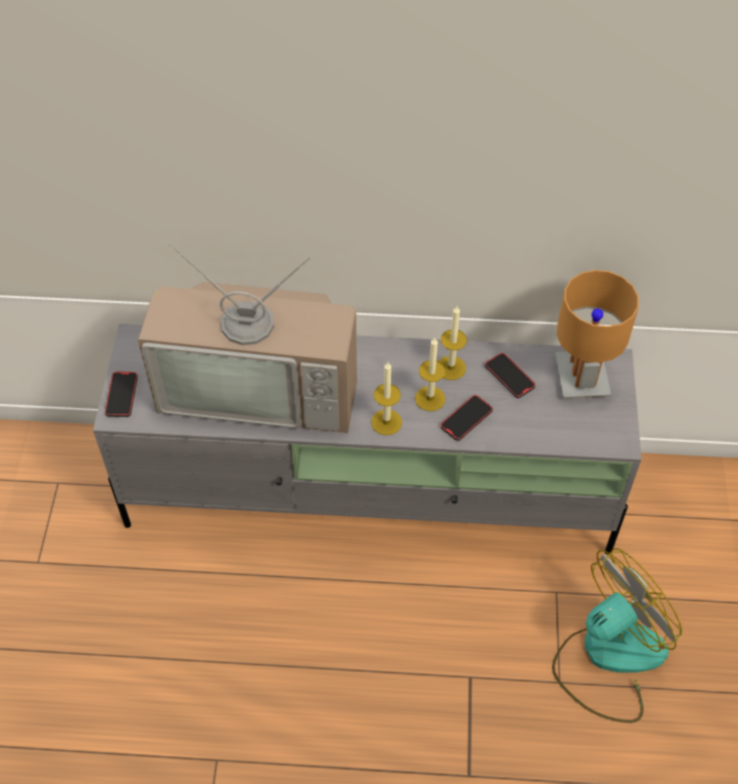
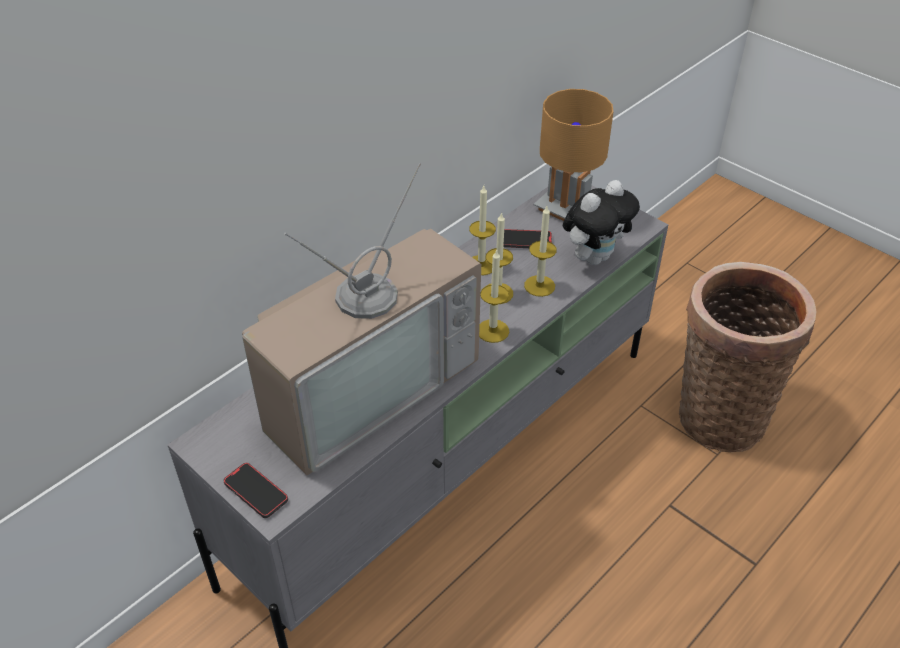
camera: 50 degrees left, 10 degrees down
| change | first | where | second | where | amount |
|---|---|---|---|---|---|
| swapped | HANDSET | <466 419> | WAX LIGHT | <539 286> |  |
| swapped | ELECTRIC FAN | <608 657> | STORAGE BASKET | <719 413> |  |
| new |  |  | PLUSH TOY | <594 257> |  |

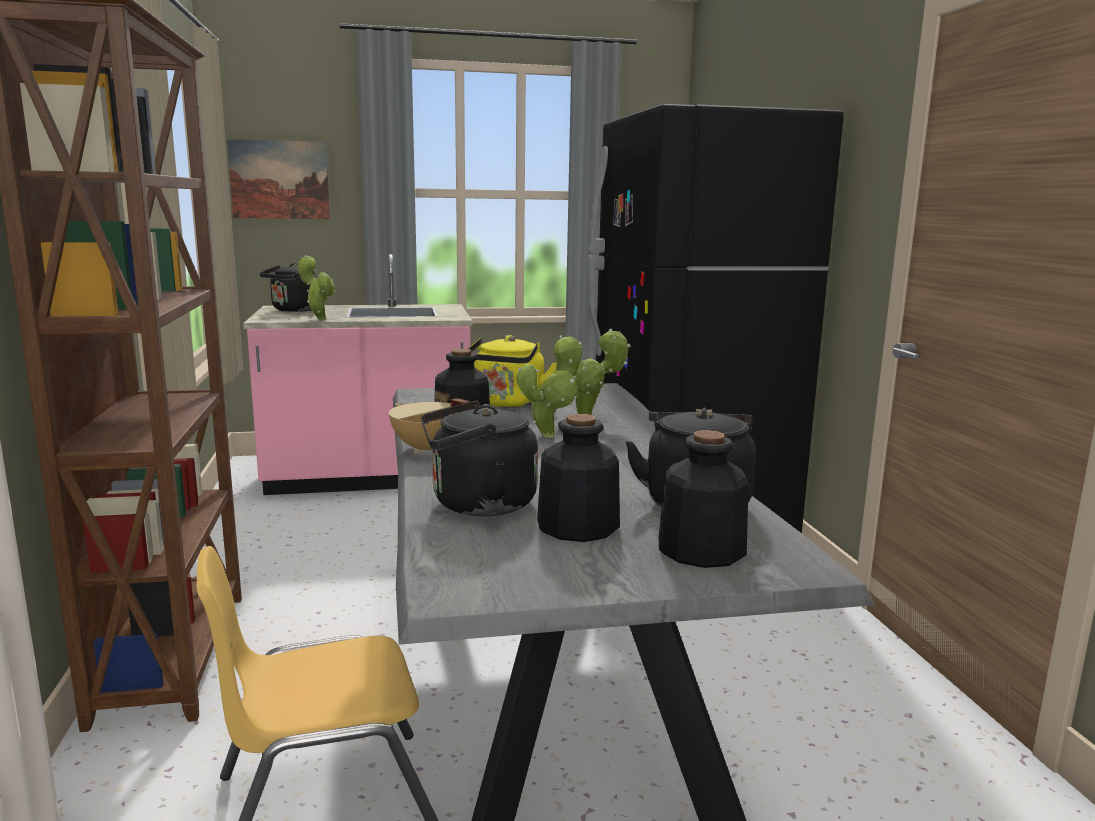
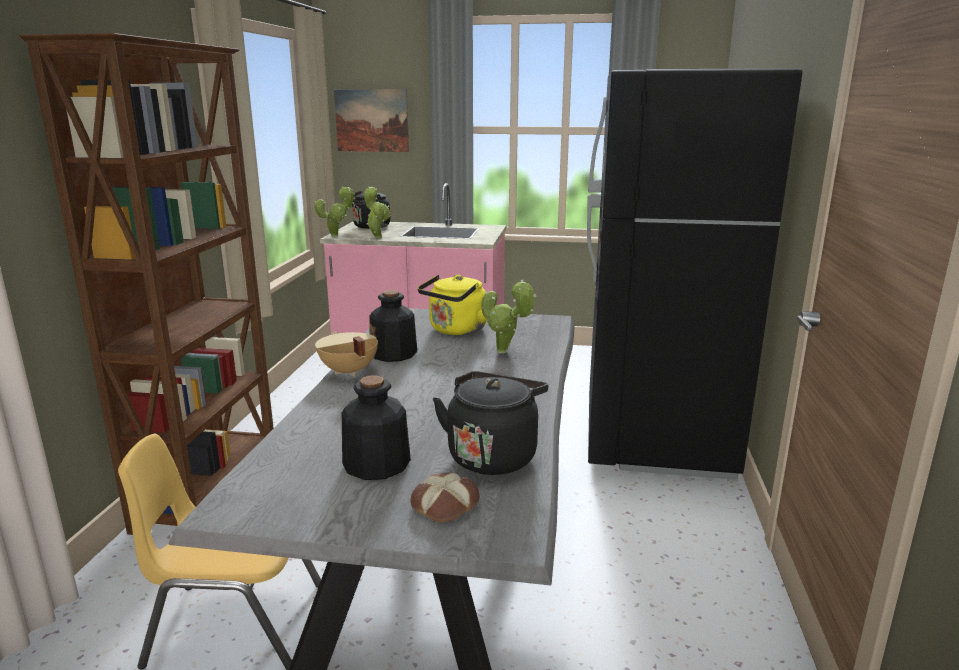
camera: 20 degrees right, 5 degrees up
| change | first | where | second | where | amount |
|---|---|---|---|---|---|
| gone | BLACK KETTLE | <477 505> |  |  |  |
| shifted | HOUSEPLANT | <551 434> |  | <337 236> |  |
| swapped | DRINK BOTTLE | <700 550> | BAKED BREAD | <444 504> |  |

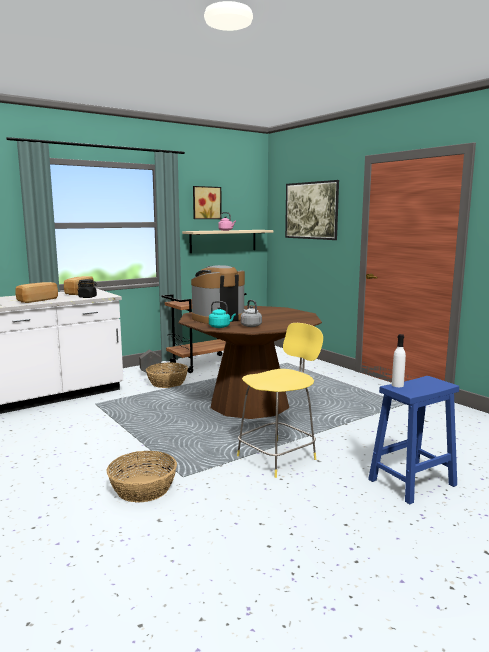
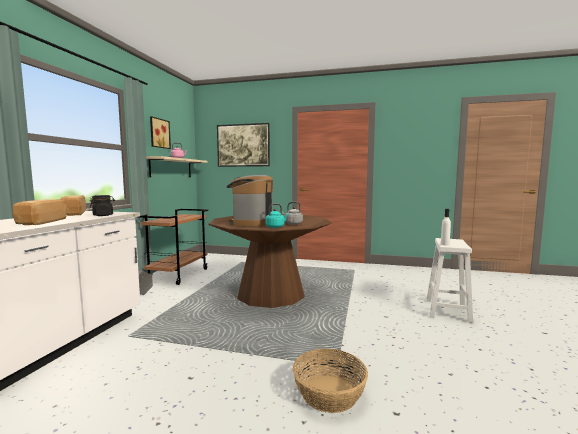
camera: 40 degrees left, 5 degrees down
| change | first | where | second | where | amount |
|---|---|---|---|---|---|
| gone | STORAGE BASKET | <167 383> |  |  |  |
| gone | YELLOW SITTING STOOL | <278 457> |  |  |  |
| repainted | BLUISH SITTING STOOL | <411 483> | WHITISH SITTING STOOL | <448 311> |  |

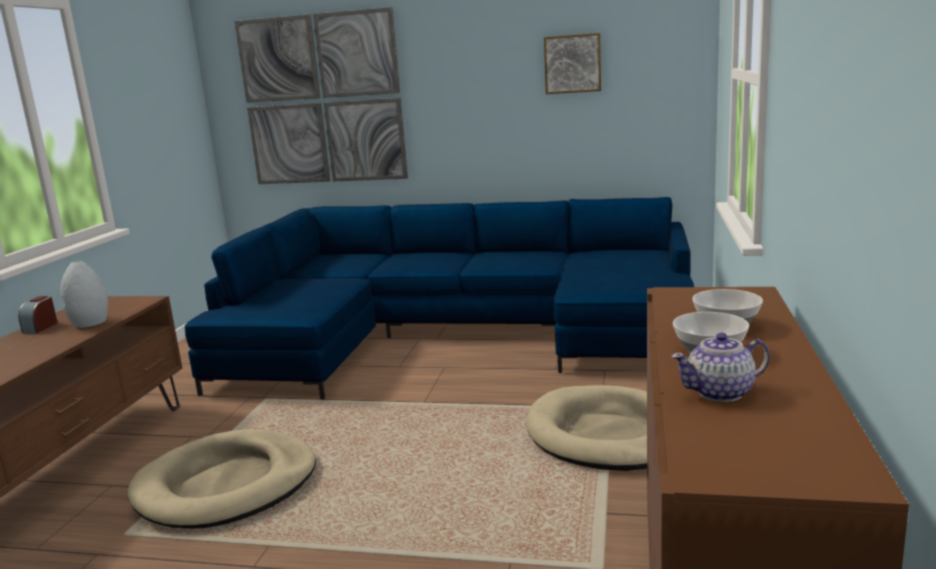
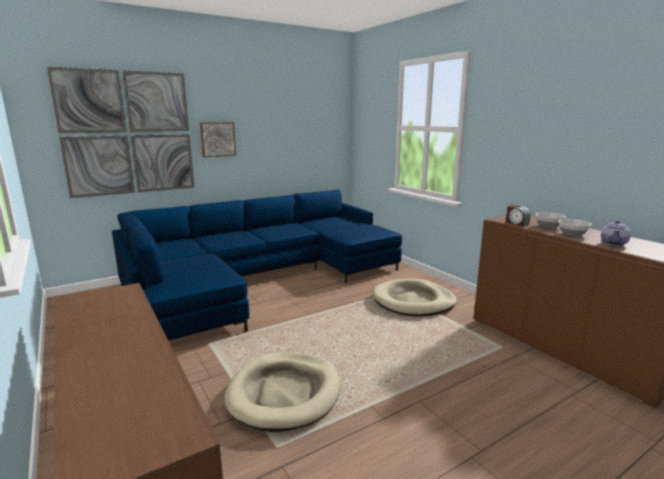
camera: 45 degrees left, 0 degrees up
| change | first | where | second | where | amount |
|---|---|---|---|---|---|
| shifted | ALARM CLOCK | <40 327> |  | <516 223> |  |
| gone | GREYISH VASE | <88 323> |  |  |  |
| shifted | PICTURE | <572 64> |  | <217 139> |  |

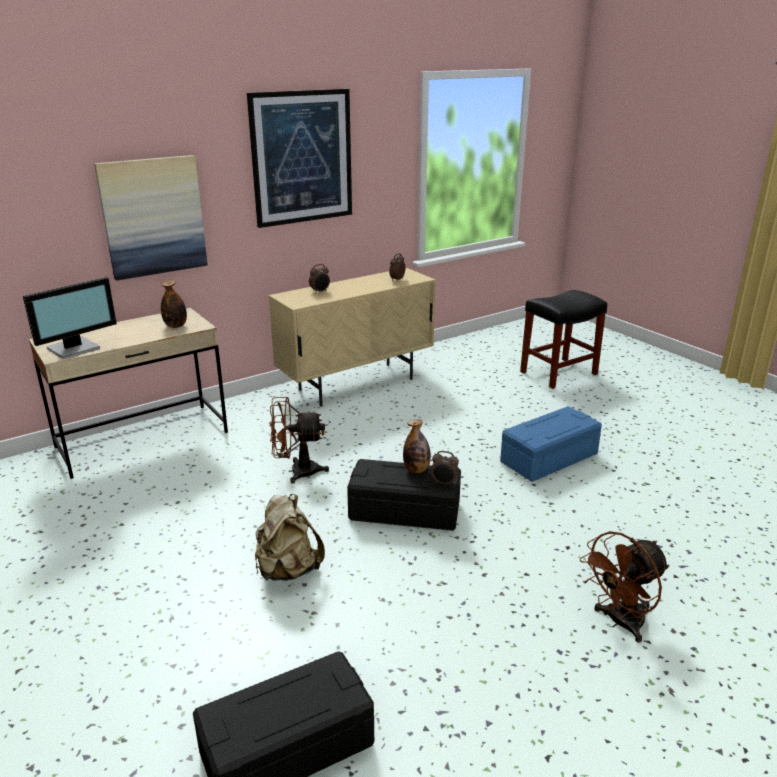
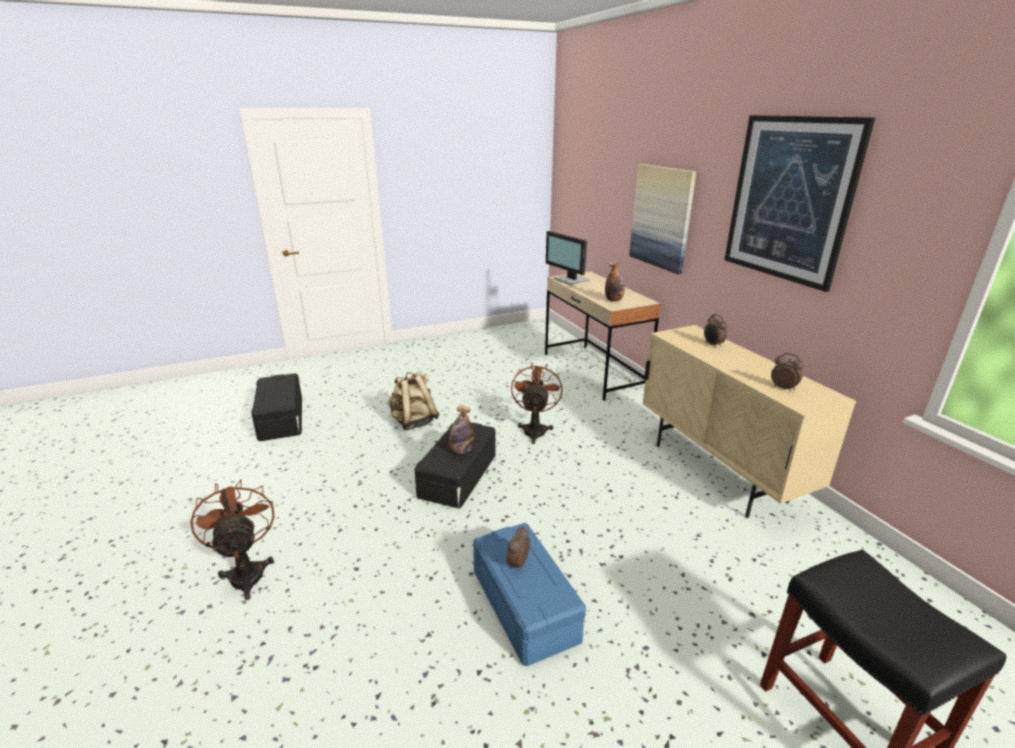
camera: 100 degrees right, 0 degrees up
| change | first | where | second | where | amount |
|---|---|---|---|---|---|
| shifted | ALARM CLOCK | <444 483> |  | <517 563> |  |

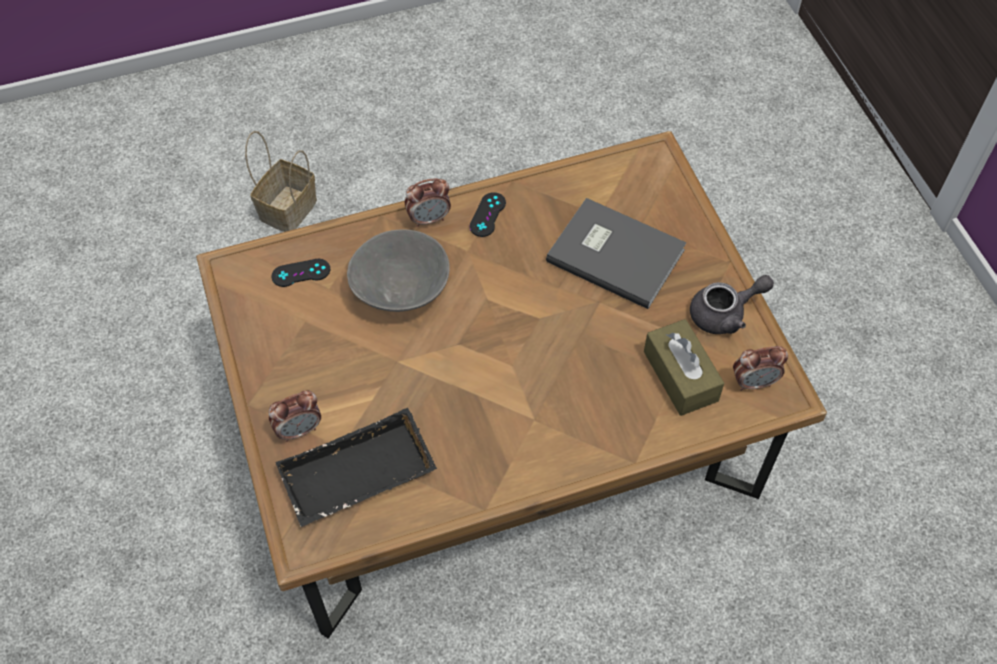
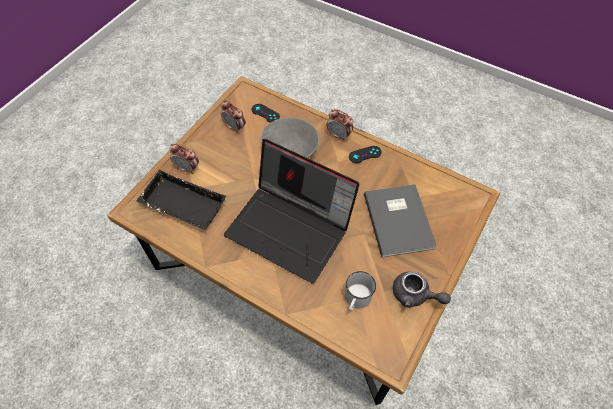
camera: 50 degrees right, 0 degrees up
| change | first | where | second | where | amount |
|---|---|---|---|---|---|
| gone | STORAGE BASKET | <288 211> |  |  |  |
| swapped | BROWNISH TISSUE BOX | <680 376> | WHITISH MUG | <356 300> |  |
| shifted | ALARM CLOCK | <754 382> |  | <235 127> |  |
| new |  |  | NOTEBOOK COMPUTER | <291 228> |  |

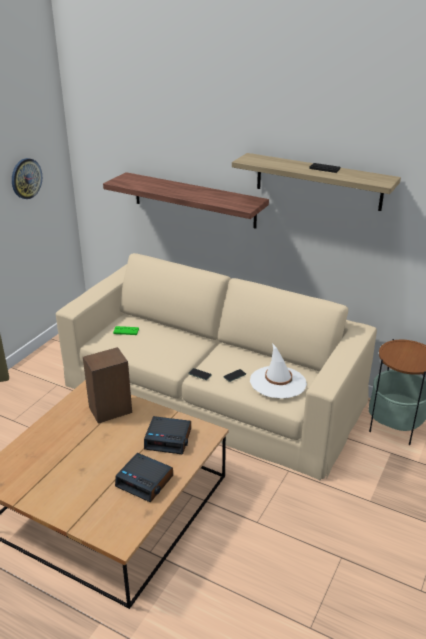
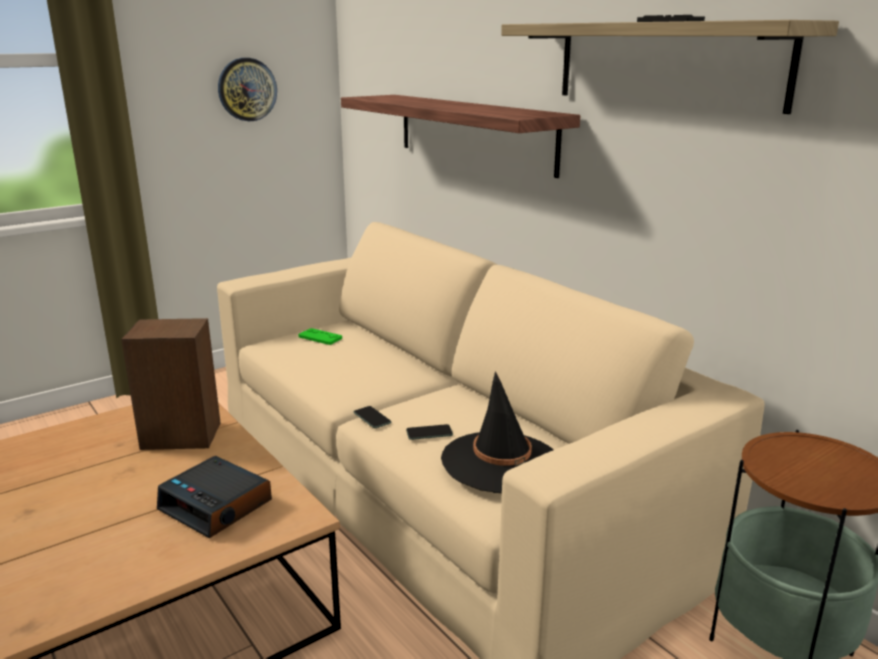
camera: 25 degrees right, 10 degrees down
| change | first | where | second | where | amount |
|---|---|---|---|---|---|
| gone | ALARM CLOCK | <145 481> |  |  |  |
| repainted | WHITISH WEARABLE HAT | <278 382> | BLACK WEARABLE HAT | <501 462> |  |

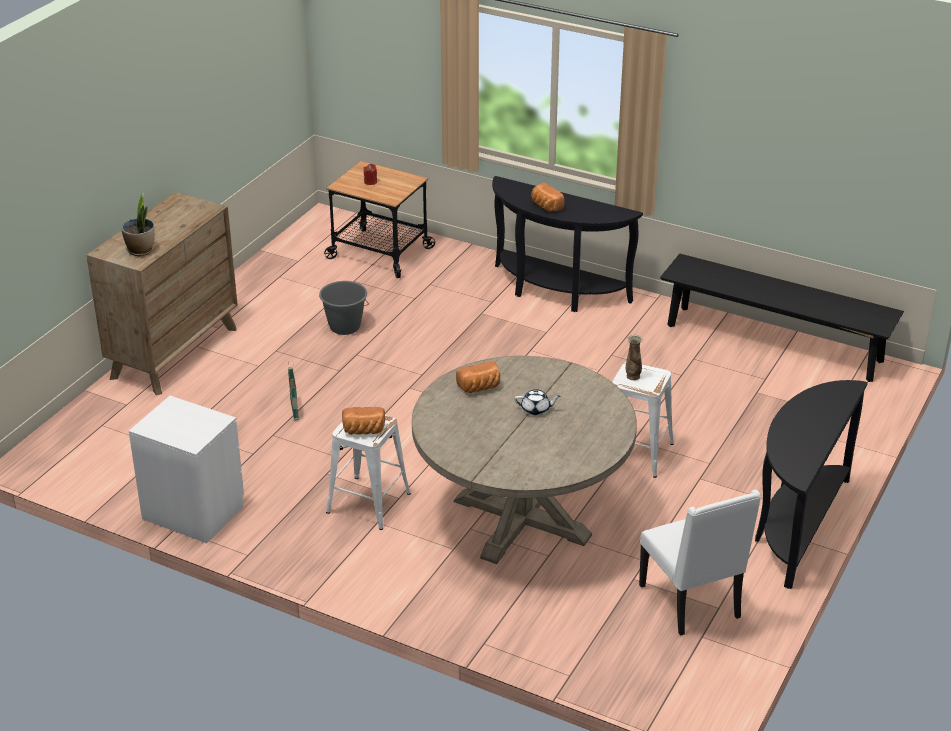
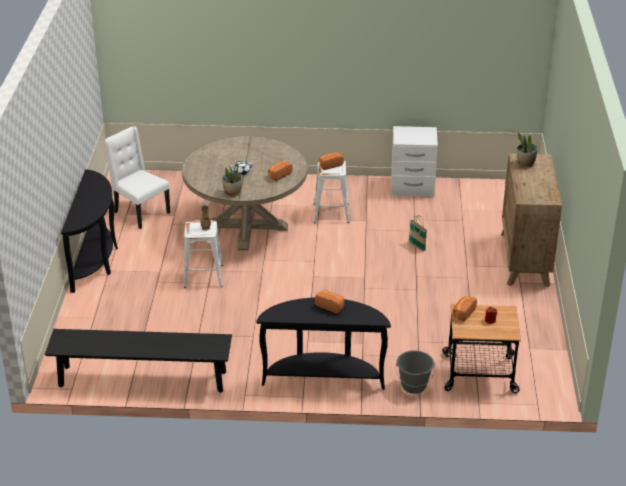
camera: 155 degrees right, 0 degrees up
| change | first | where | second | where | amount |
|---|---|---|---|---|---|
| shifted | GREYISH PAIL | <344 327> |  | <413 386> |  |
| new |  |  | HOUSEPLANT | <232 193> |  |
| new |  |  | BAKED BREAD | <463 313> |  |

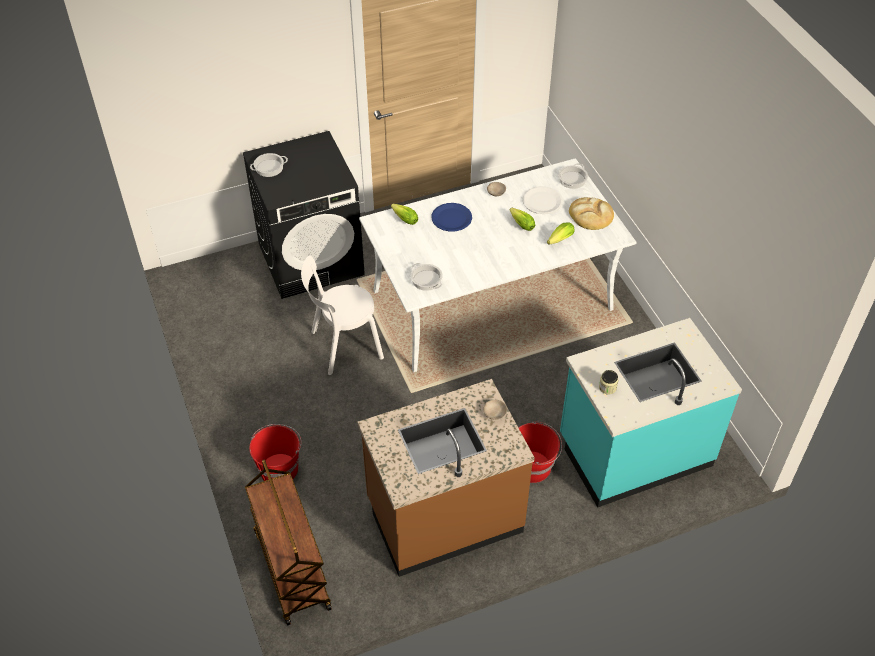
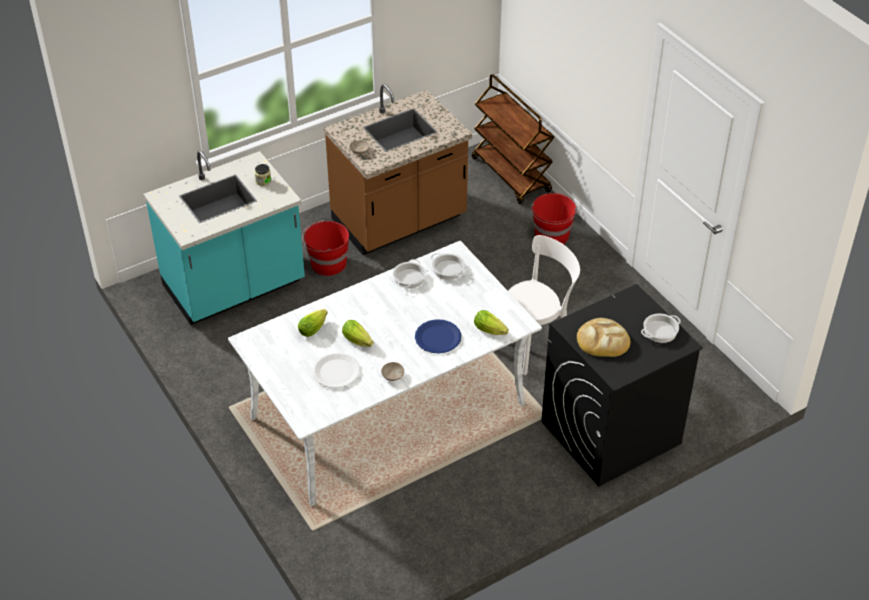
camera: 170 degrees right, 5 degrees down
| change | first | where | second | where | amount |
|---|---|---|---|---|---|
| shifted | SAUCEPOT | <572 180> |  | <409 278> |  |
| shifted | BAKED BREAD | <591 215> |  | <602 340> |  |

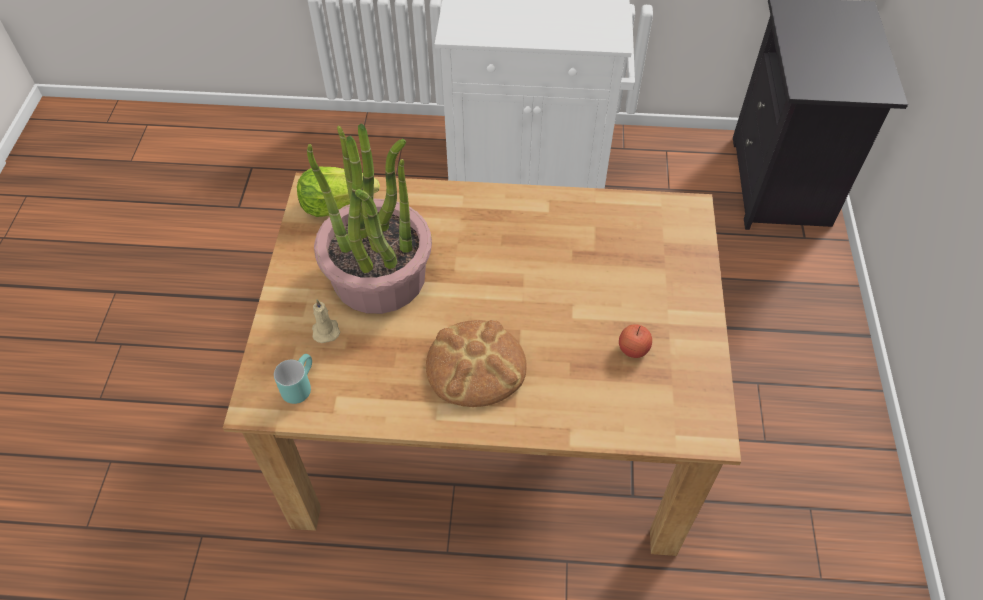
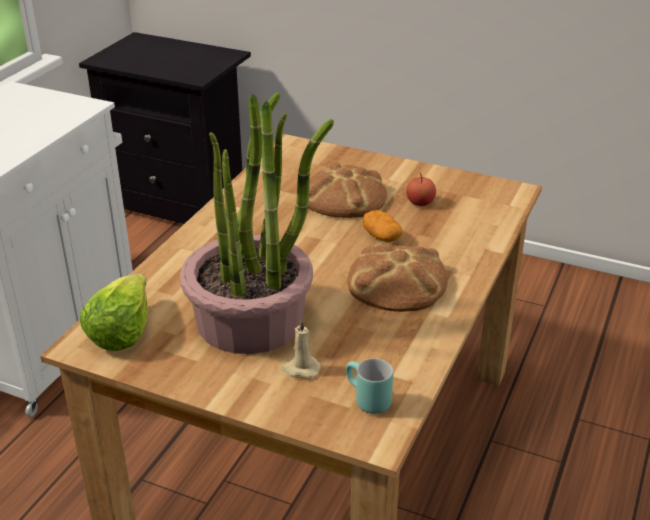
camera: 70 degrees left, 20 degrees down
| change | first | where | second | where | amount |
|---|---|---|---|---|---|
| new |  |  | BAKED BREAD | <343 197> |  |
| new |  |  | POTATO | <381 237> |  |

